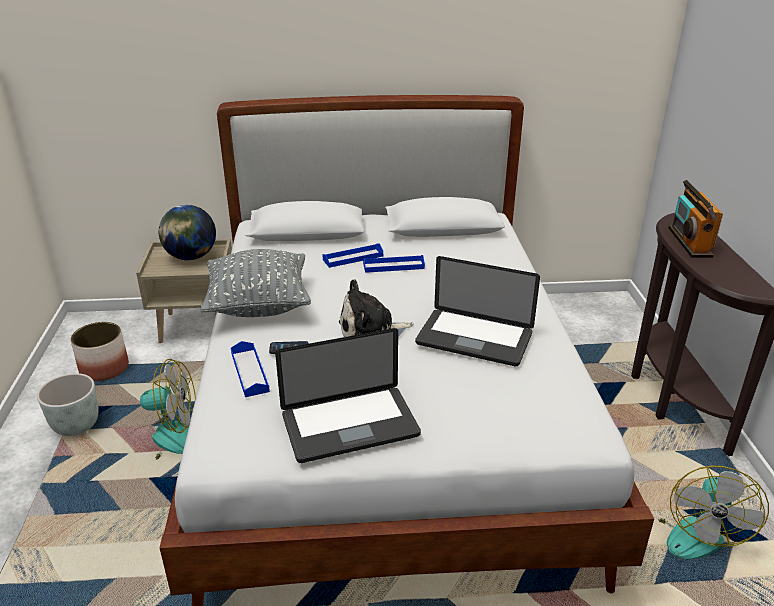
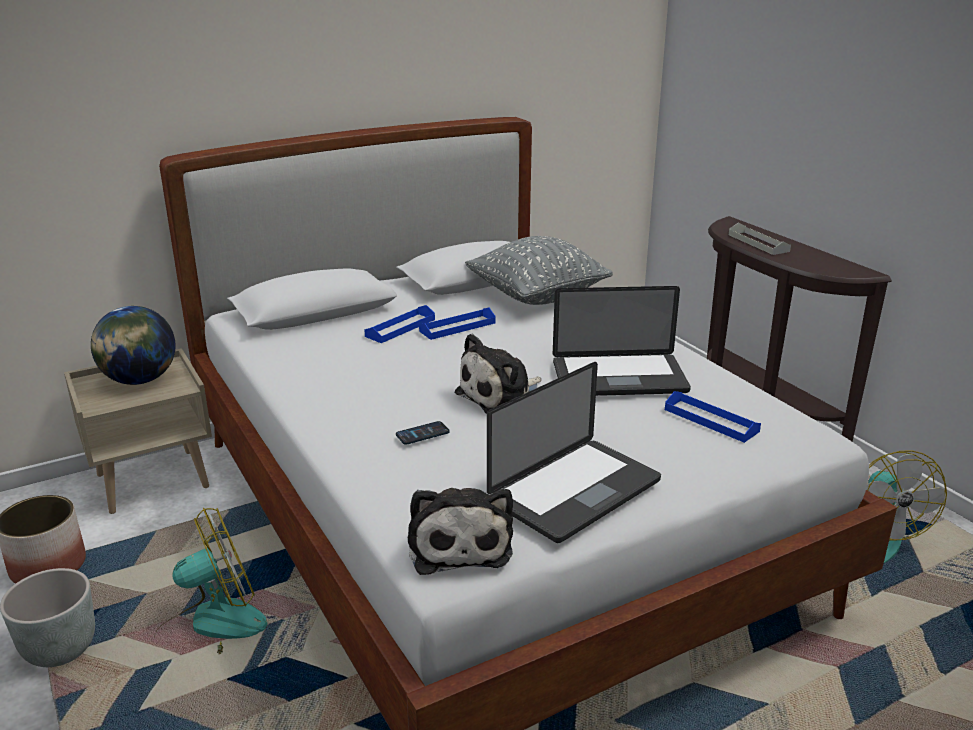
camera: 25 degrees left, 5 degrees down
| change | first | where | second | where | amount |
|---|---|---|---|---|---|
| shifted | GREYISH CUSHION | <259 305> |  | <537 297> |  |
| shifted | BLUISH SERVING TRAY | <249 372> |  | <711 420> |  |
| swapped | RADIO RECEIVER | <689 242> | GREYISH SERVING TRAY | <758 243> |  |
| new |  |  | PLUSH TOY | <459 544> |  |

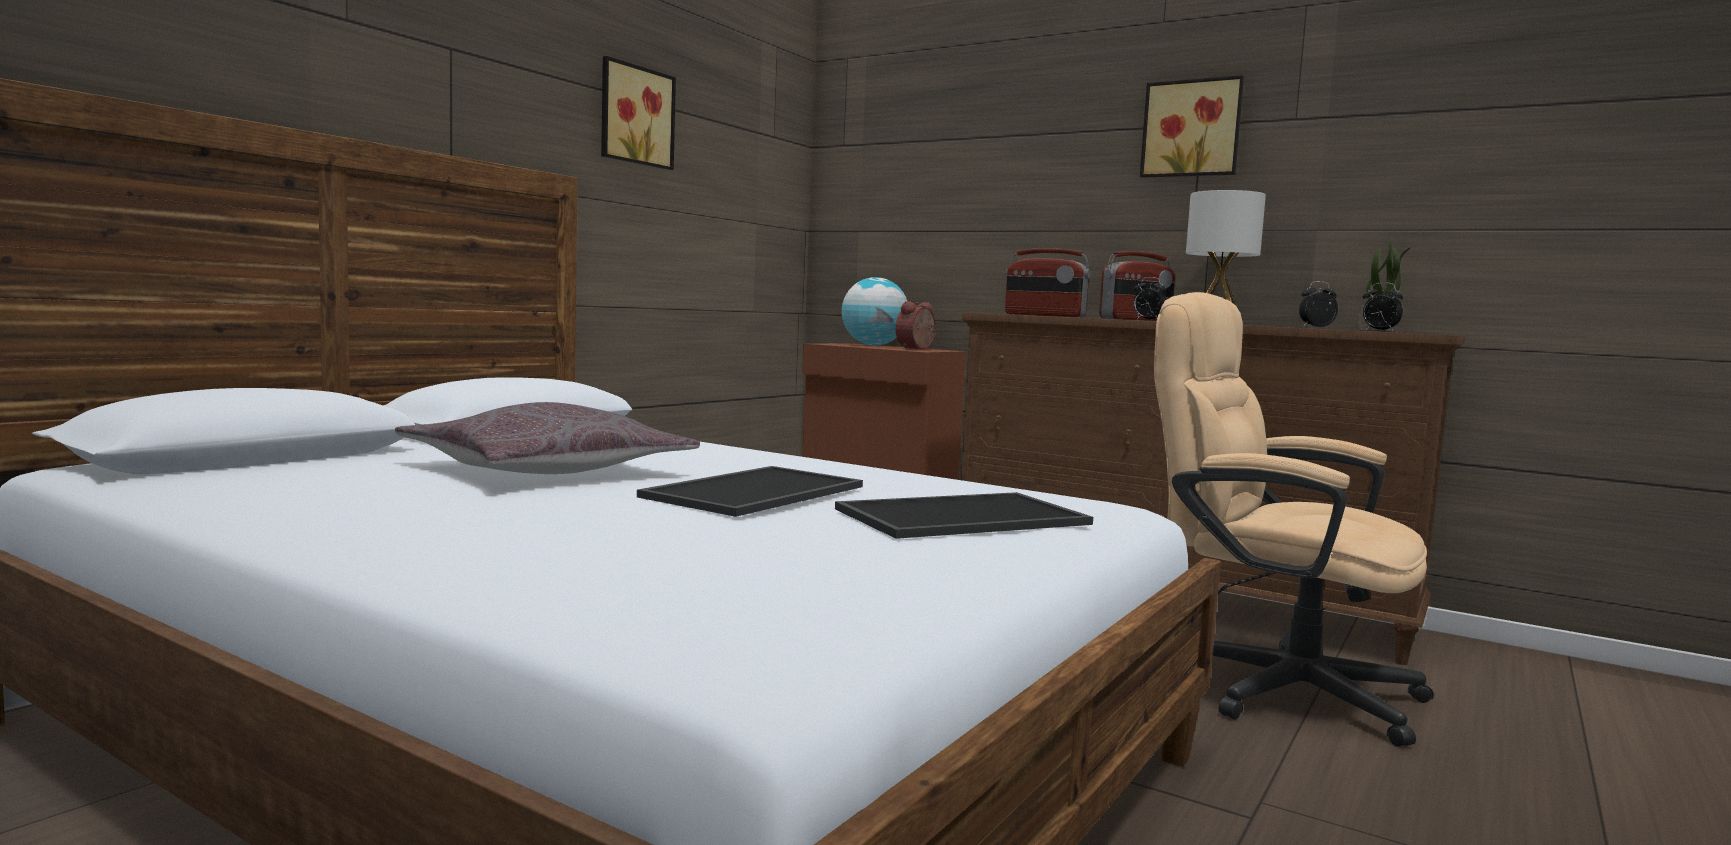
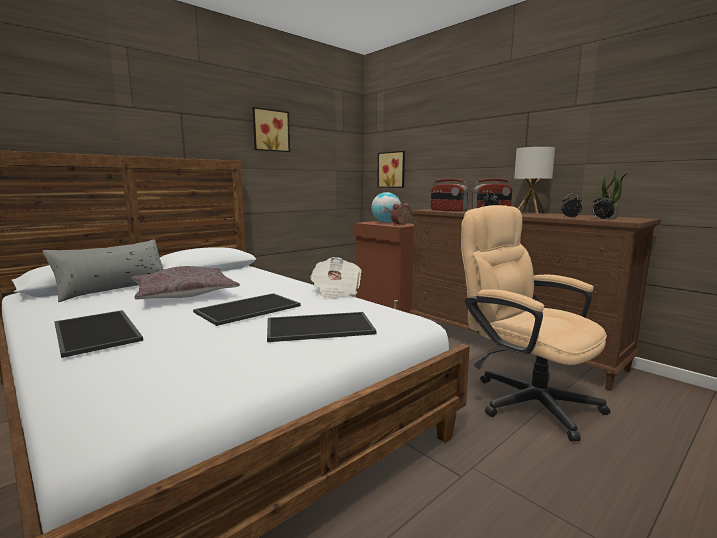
camera: 15 degrees right, 5 degrees up
| change | first | where | second | where | amount |
|---|---|---|---|---|---|
| shifted | PICTURE | <1192 129> |  | <392 169> |  |
| new |  |  | GREYISH CUSHION | <114 289> |  |
| new |  |  | SERVING TRAY | <99 332> |  |
| new |  |  | NEWSPAPER | <335 292> |  |

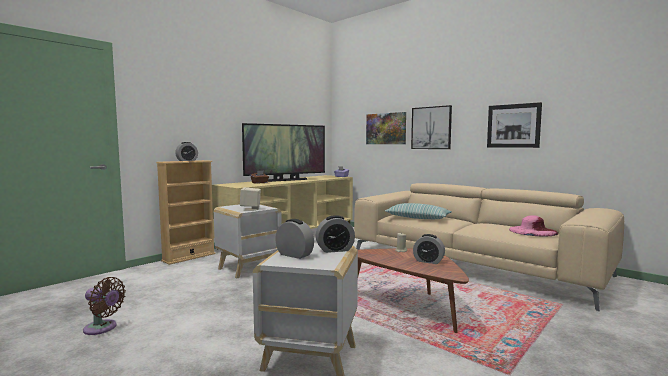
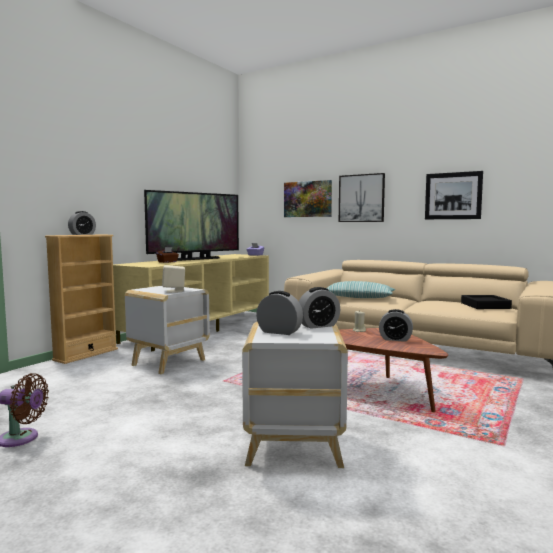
camera: 10 degrees left, 0 degrees up
| change | first | where | second | where | amount |
|---|---|---|---|---|---|
| swapped | PINKISH WEARABLE HAT | <532 231> | BLACK SERVING TRAY | <485 306> |  |

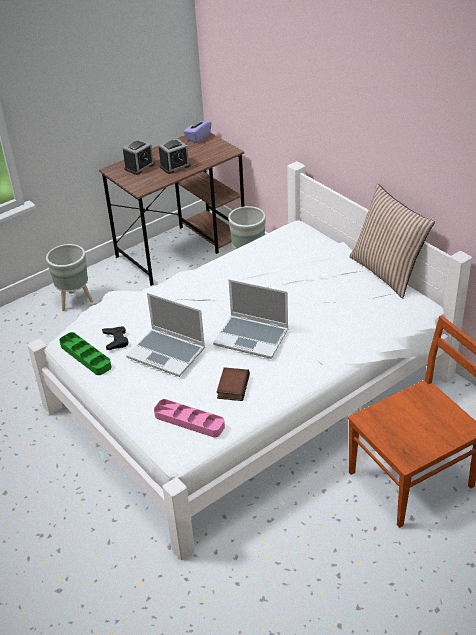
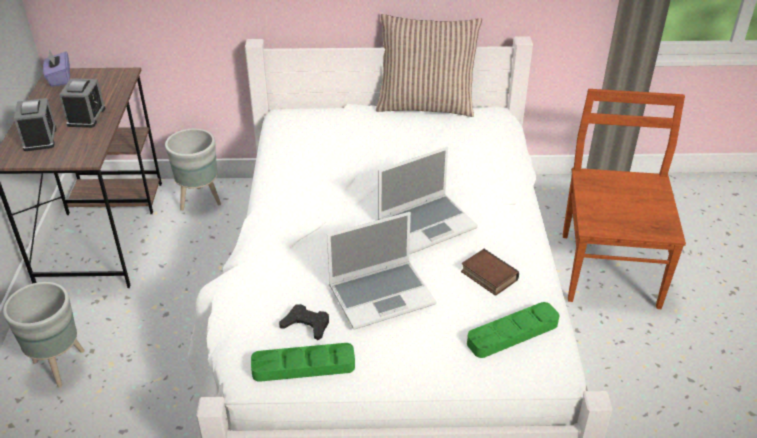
camera: 55 degrees left, 0 degrees up
| change | first | where | second | where | amount |
|---|---|---|---|---|---|
| repainted | PINKISH SERVING TRAY | <189 421> | GREEN SERVING TRAY | <512 333> |  |

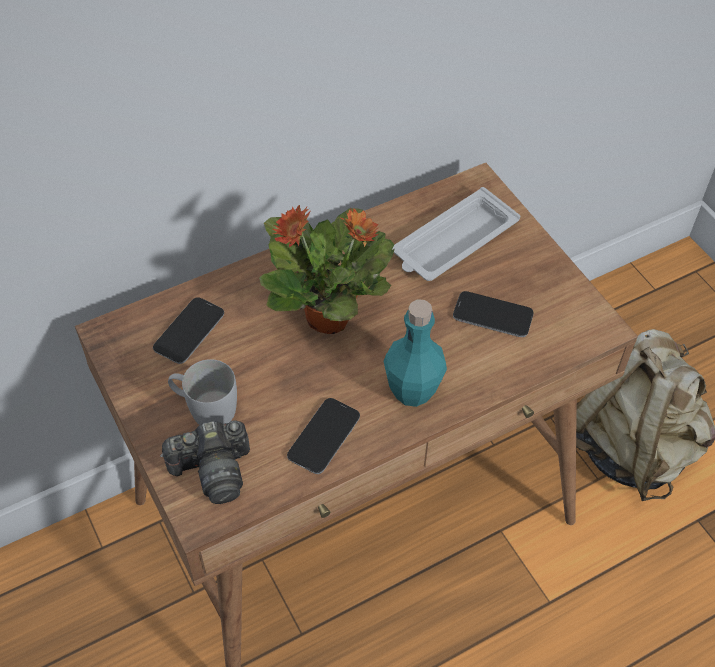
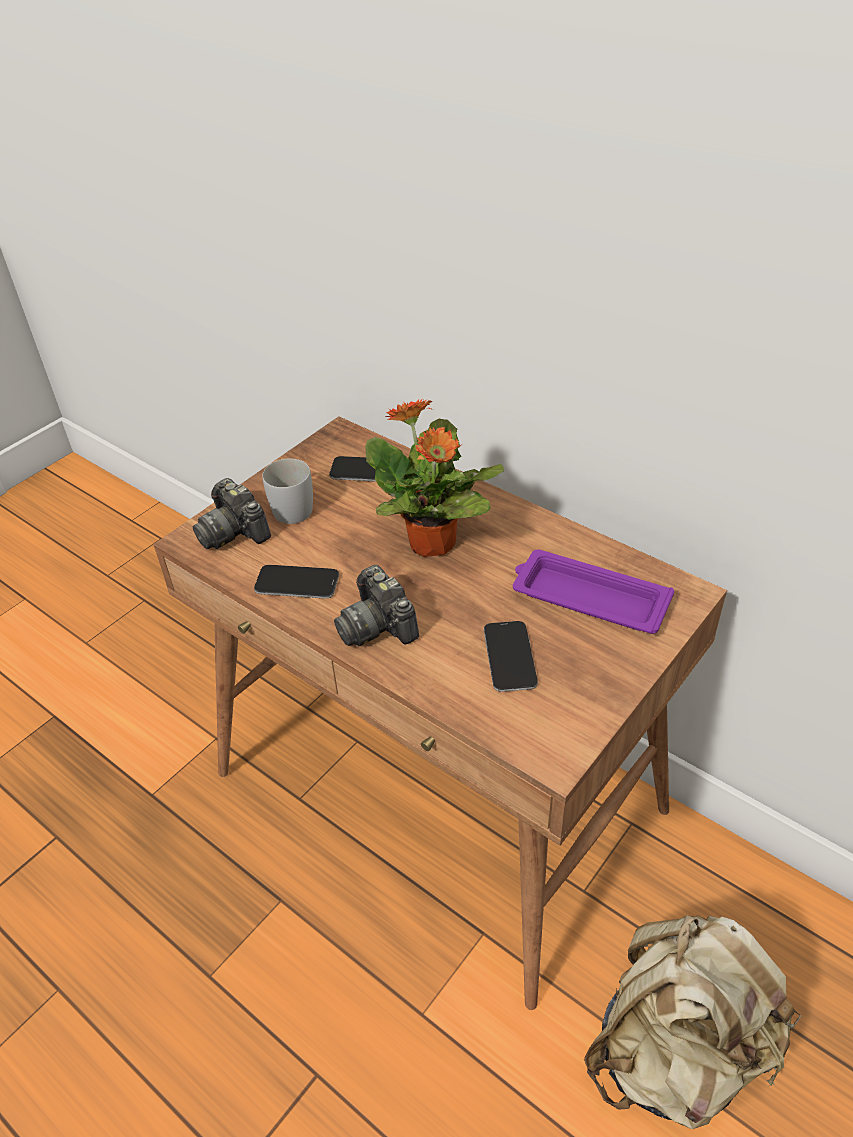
camera: 70 degrees right, 10 degrees down
| change | first | where | second | where | amount |
|---|---|---|---|---|---|
| swapped | TURQUOISE DRINK BOTTLE | <412 391> | PHOTO CAMERA | <378 625> |  |
| repainted | WHITISH SERVING TRAY | <453 242> | PURPLISH SERVING TRAY | <587 598> |  |

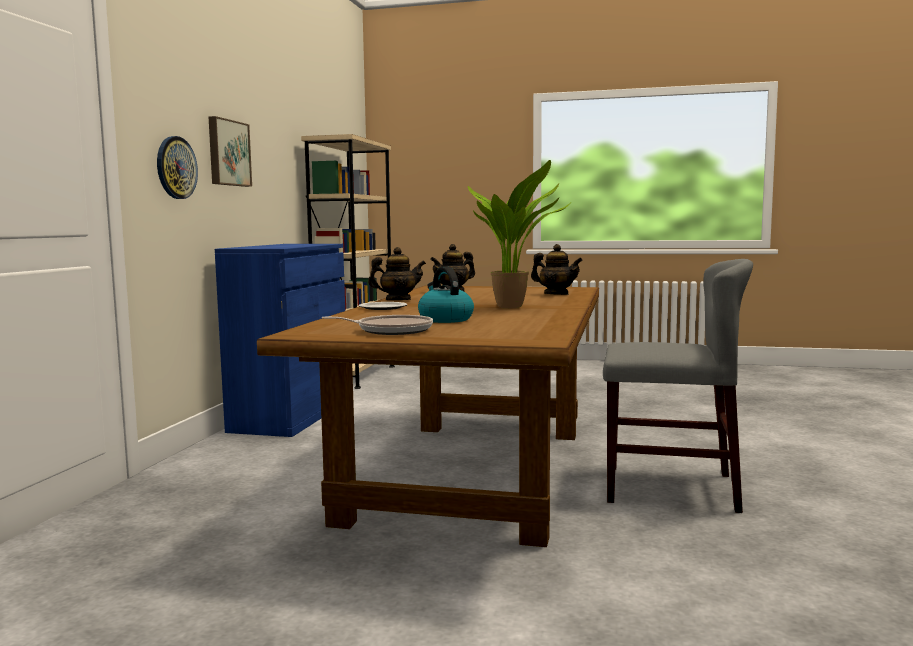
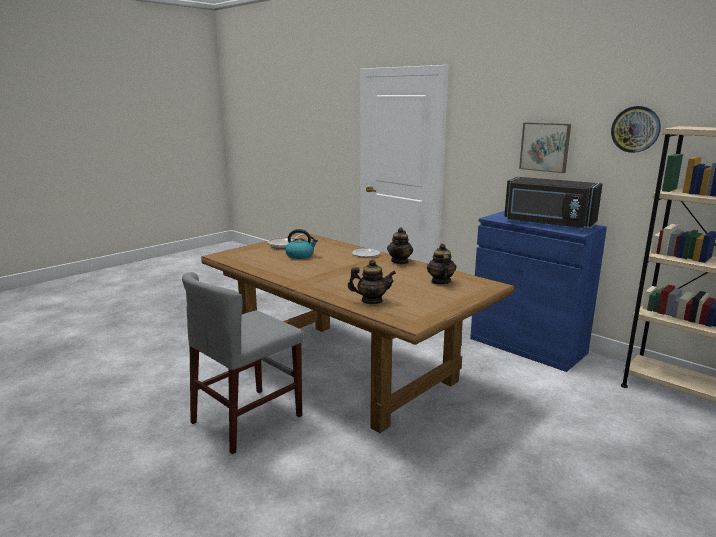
camera: 120 degrees right, 10 degrees up
| change | first | where | second | where | amount |
|---|---|---|---|---|---|
| shifted | WALL CLOCK | <176 167> |  | <635 129> |  |
| gone | HOUSEPLANT | <514 307> |  |  |  |
| rotated | TEAPOT | <556 294> |  | <371 301> | 150 degrees counterclockwise |
| new |  |  | BLACK KITCHEN MICROWAVE | <548 224> |  |

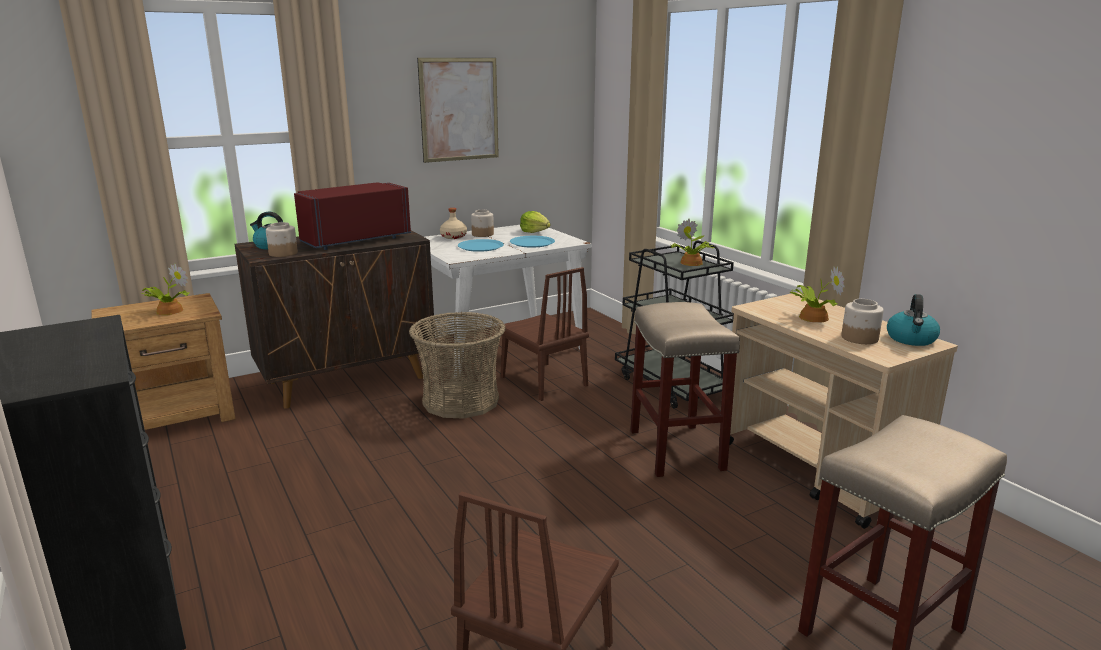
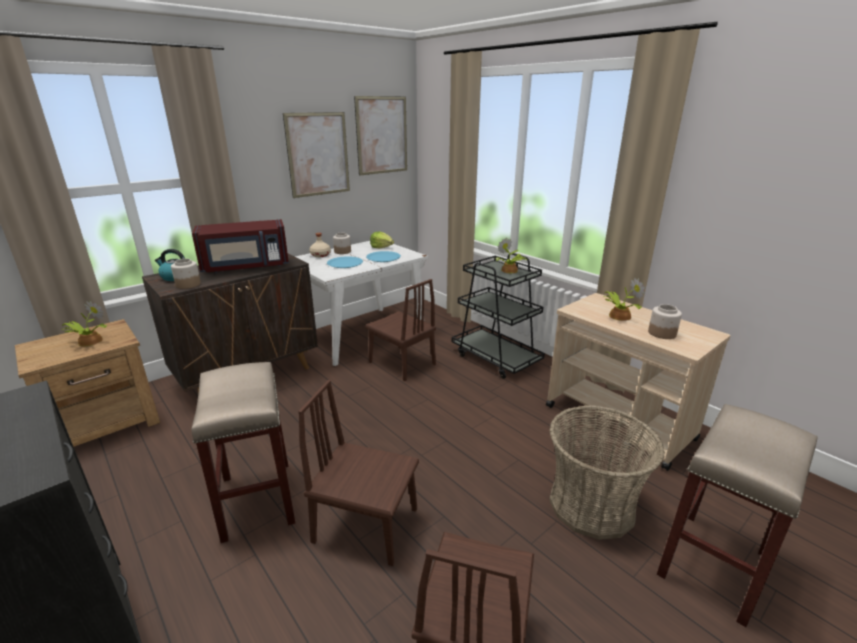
camera: 10 degrees left, 5 degrees up
| change | first | where | second | where | amount |
|---|---|---|---|---|---|
| rotated | REDDISH KITCHEN MICROWAVE | <354 240> |  | <246 267> | 150 degrees counterclockwise |
| shifted | STORAGE BASKET | <460 401> |  | <591 505> |  |
| shifted | BEIGE-COLOURED SITTING STOOL | <675 449> |  | <257 498> |  |
| gone | KETTLE | <911 339> |  |  |  |
| new |  |  | BROWNISH CHAIR | <366 525> |  |
| new |  |  | PICTURE | <382 135> |  |

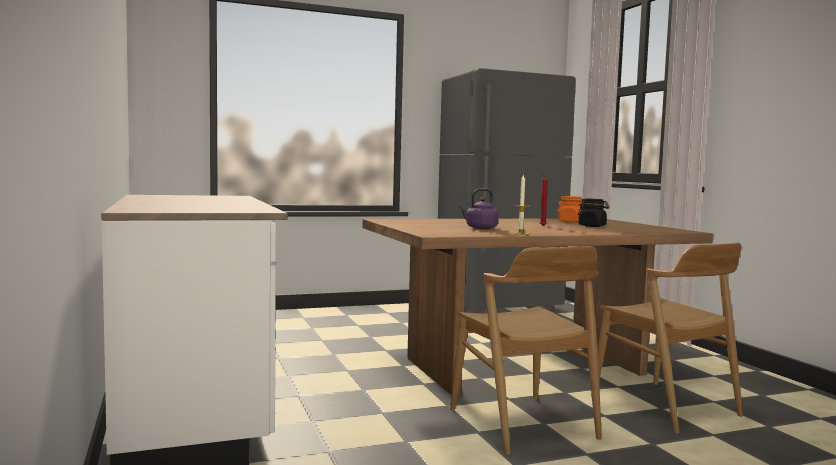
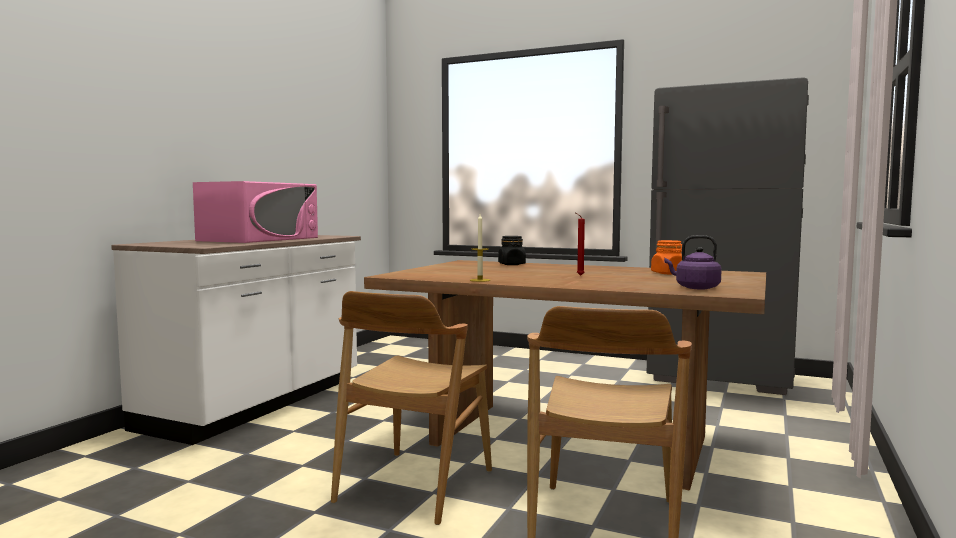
camera: 45 degrees right, 0 degrees up
| change | first | where | second | where | amount |
|---|---|---|---|---|---|
| shifted | PURPLISH KETTLE | <480 228> |  | <695 288> |  |
| shifted | BLACK PRESERVE JAR | <592 226> |  | <512 264> |  |
| new |  |  | PINKISH KITCHEN MICROWAVE | <259 239> |  |

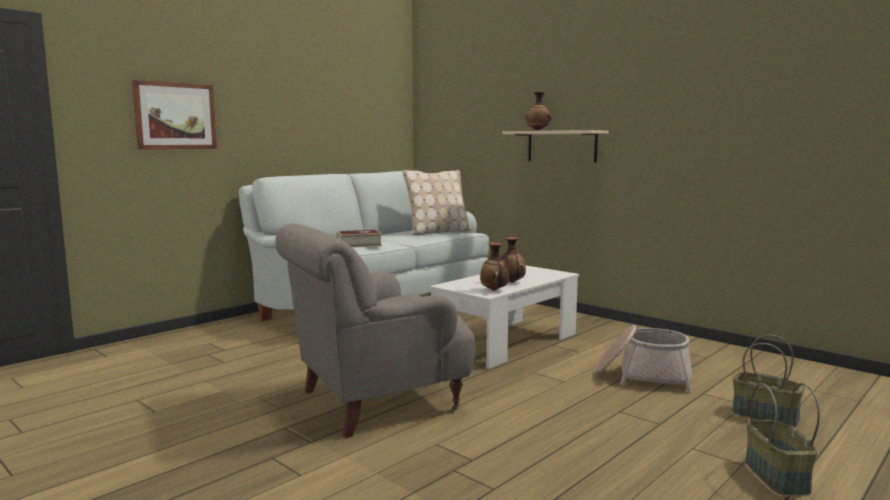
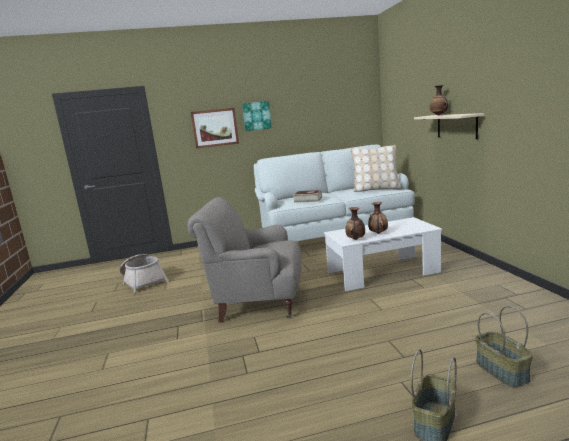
camera: 35 degrees right, 5 degrees up
| change | first | where | second | where | amount |
|---|---|---|---|---|---|
| shifted | STORAGE BASKET | <642 376> |  | <144 281> |  |
| new |  |  | PICTURE | <256 116> |  |

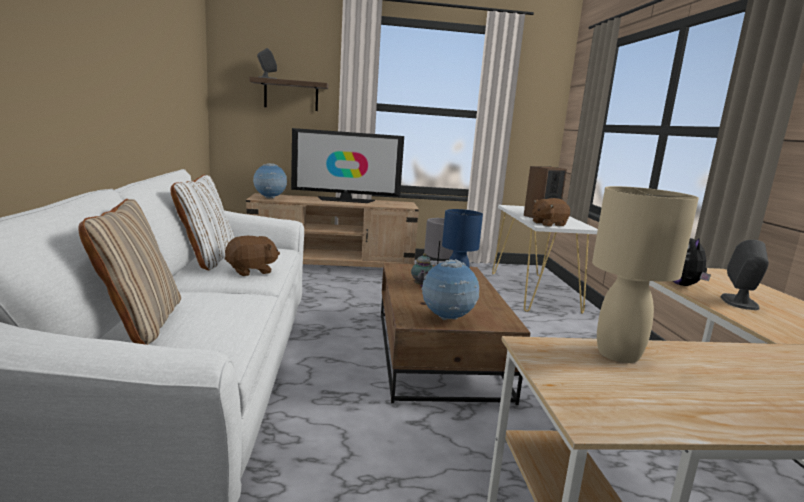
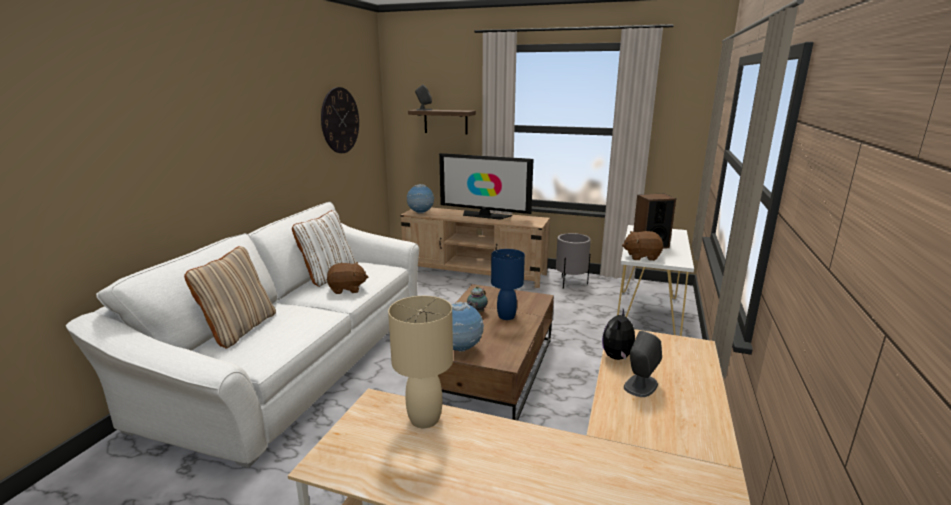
camera: 25 degrees right, 5 degrees up
| change | first | where | second | where | amount |
|---|---|---|---|---|---|
| new |  |  | WALL CLOCK | <340 120> |  |

